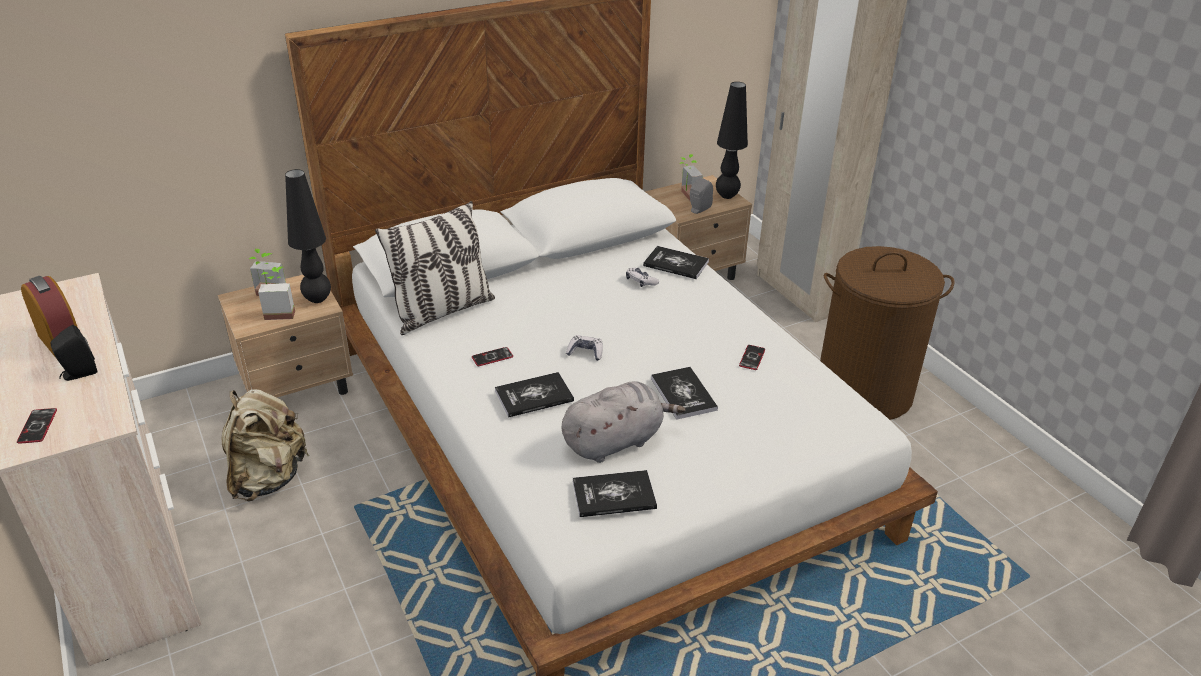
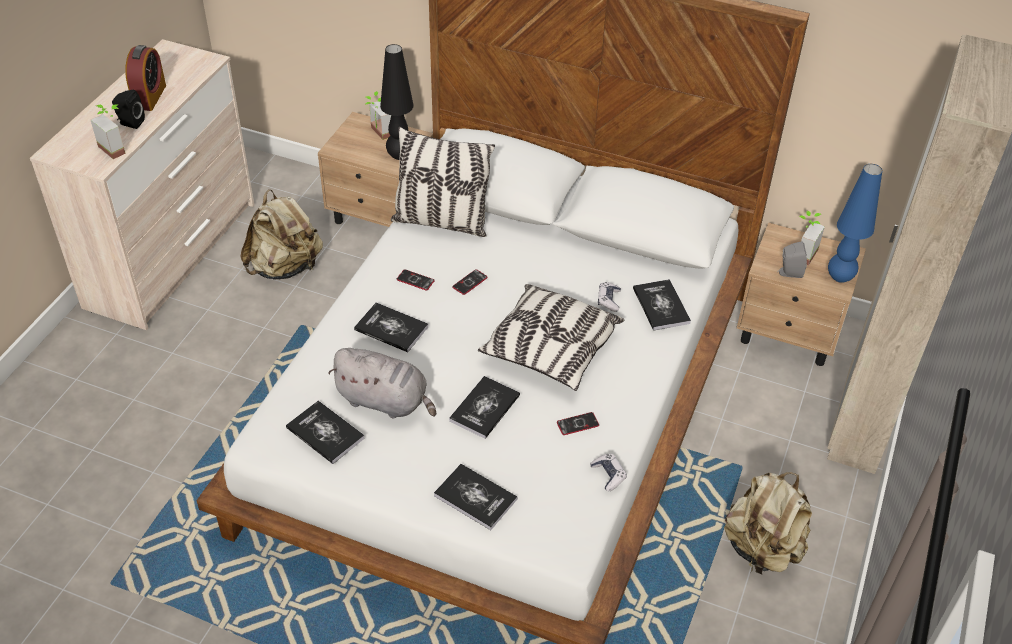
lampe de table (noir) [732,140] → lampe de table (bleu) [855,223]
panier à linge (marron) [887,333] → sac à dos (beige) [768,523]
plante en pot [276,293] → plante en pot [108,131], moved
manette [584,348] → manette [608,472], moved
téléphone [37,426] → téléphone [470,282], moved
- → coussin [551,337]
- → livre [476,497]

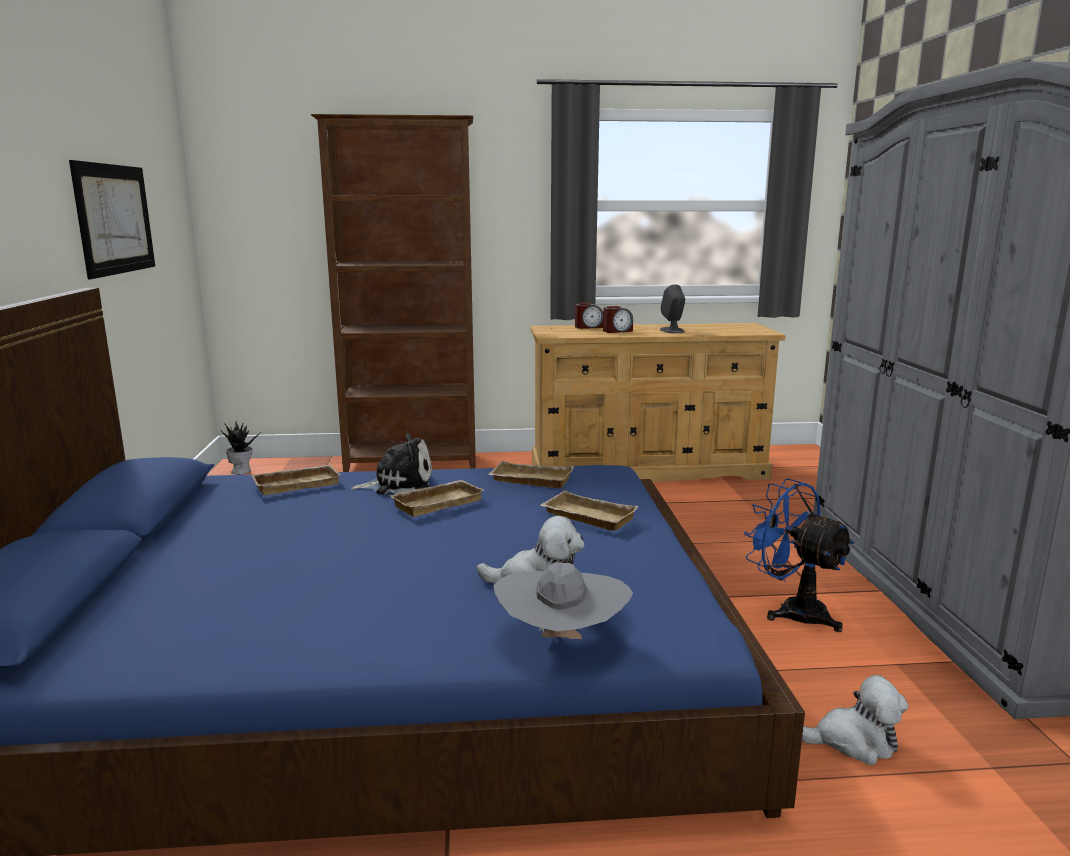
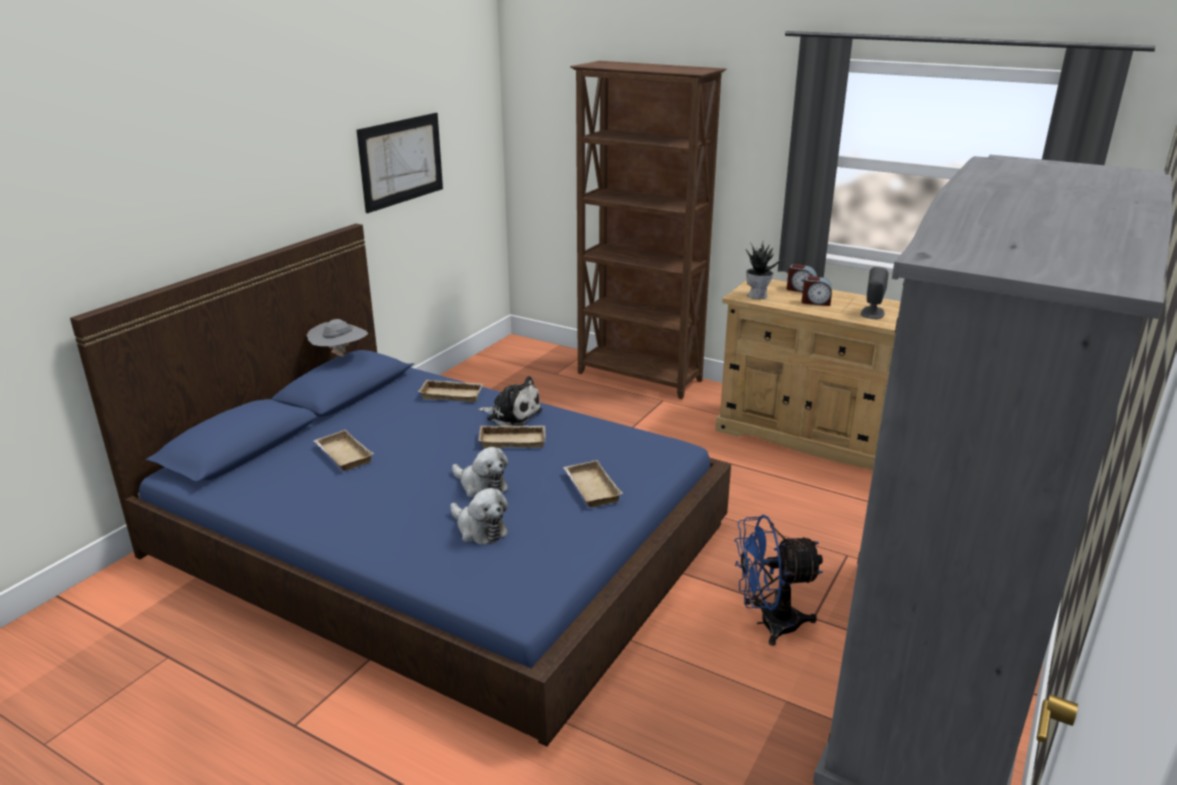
plante en pot [240,448] → plante en pot [765,270], moved
plateau (beige) [531,474] → plateau (beige) [343,450], moved
ventilateur (bleu) [799,555] → ventilateur (bleu) [778,580], 90 degrees counterclockwise
chapeau (gris) [563,600] → chapeau (gris) [337,338], moved
peluche [855,720] → peluche [480,472], moved

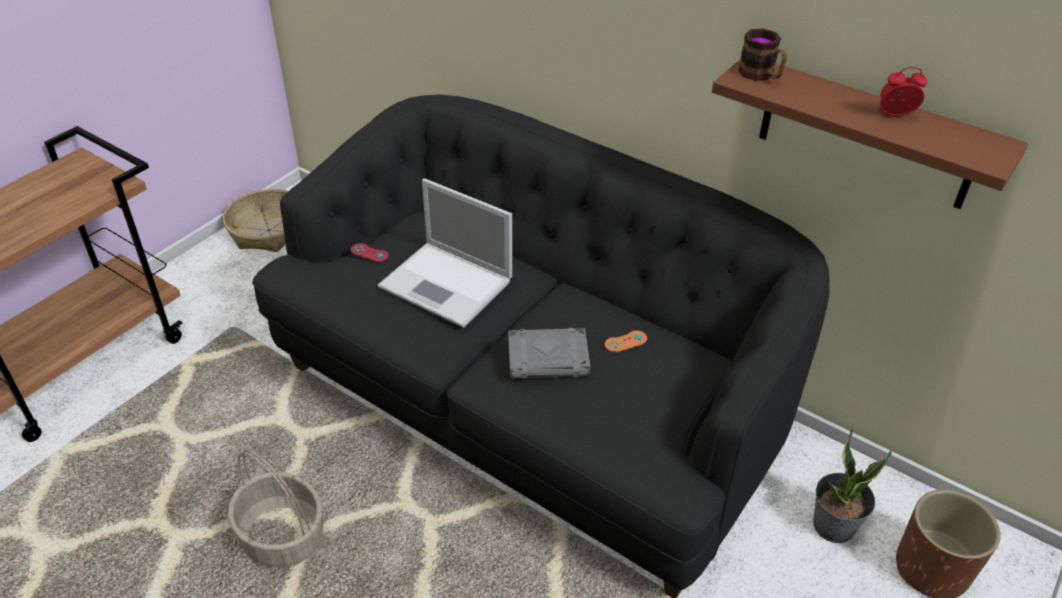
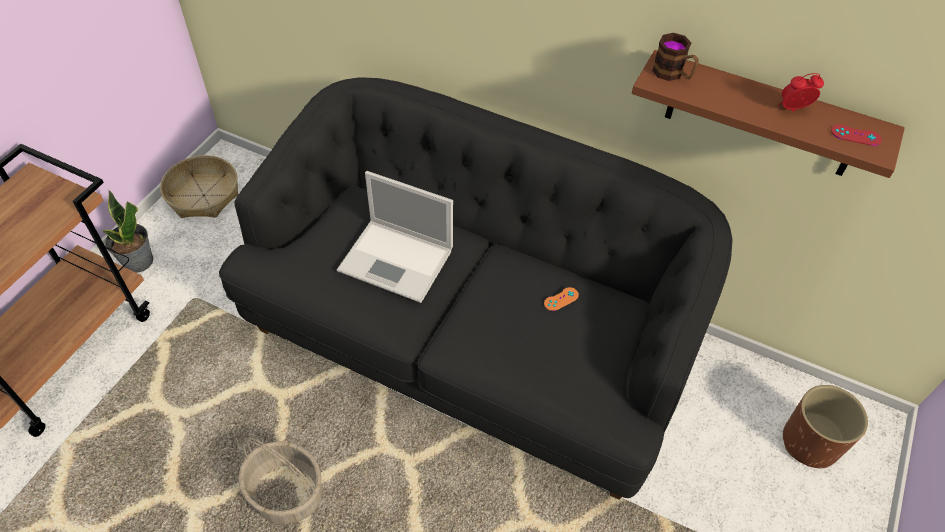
manette (rouge) [369,252] → manette (rouge) [856,135], moved
livre (gris) [549,353] → -
plante en pot [852,486] → plante en pot [127,231], moved

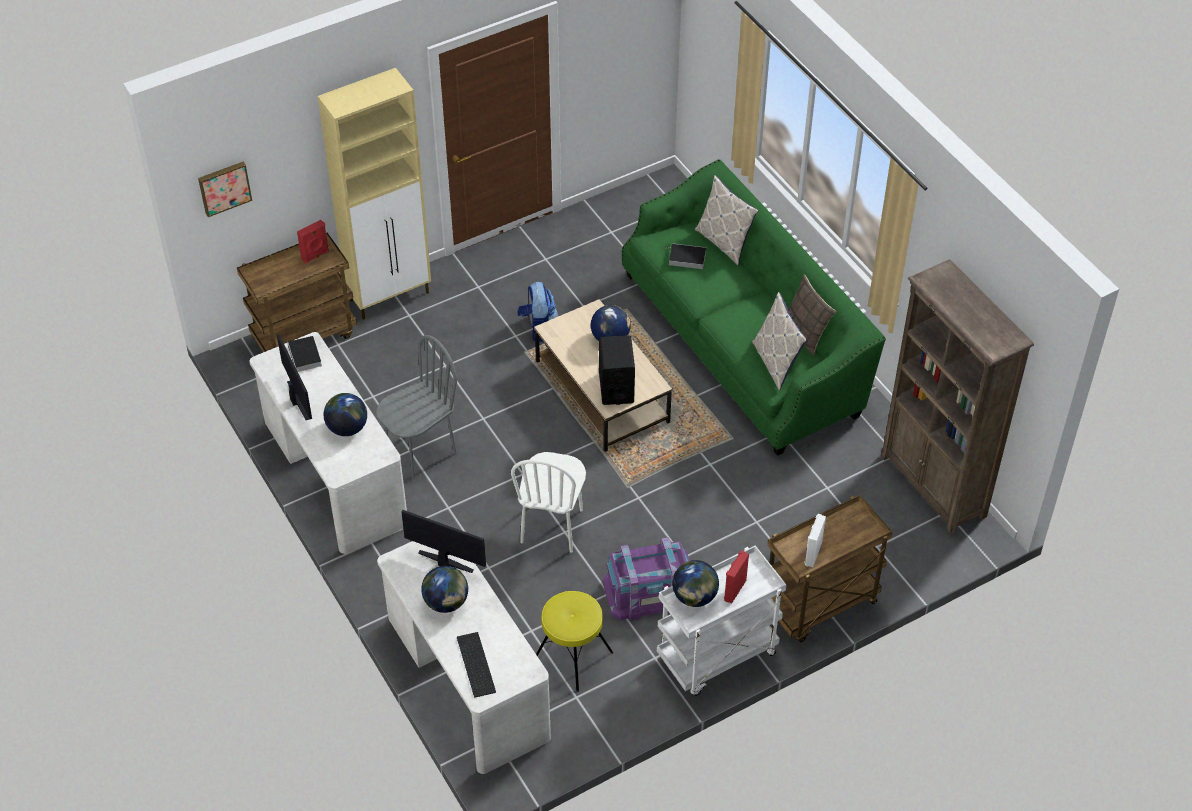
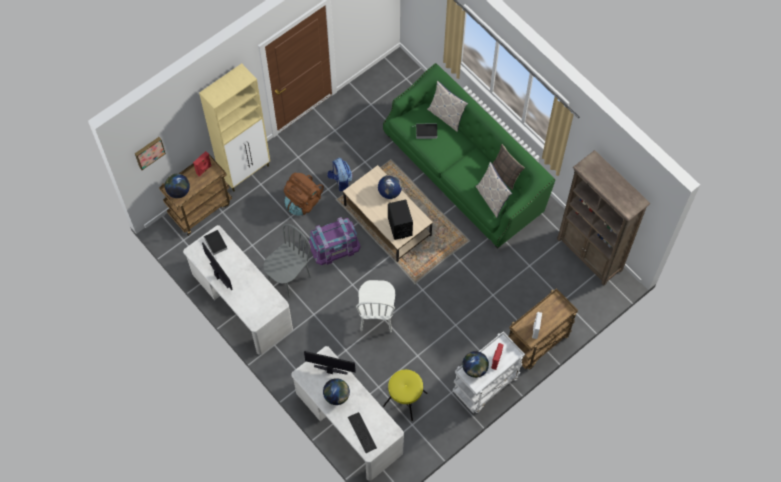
globe [345,414] → globe [177,186], moved
boîte de rangement (violet) [646,579] → boîte de rangement (violet) [335,241], moved
- → sac à dos (marron) [304,194]

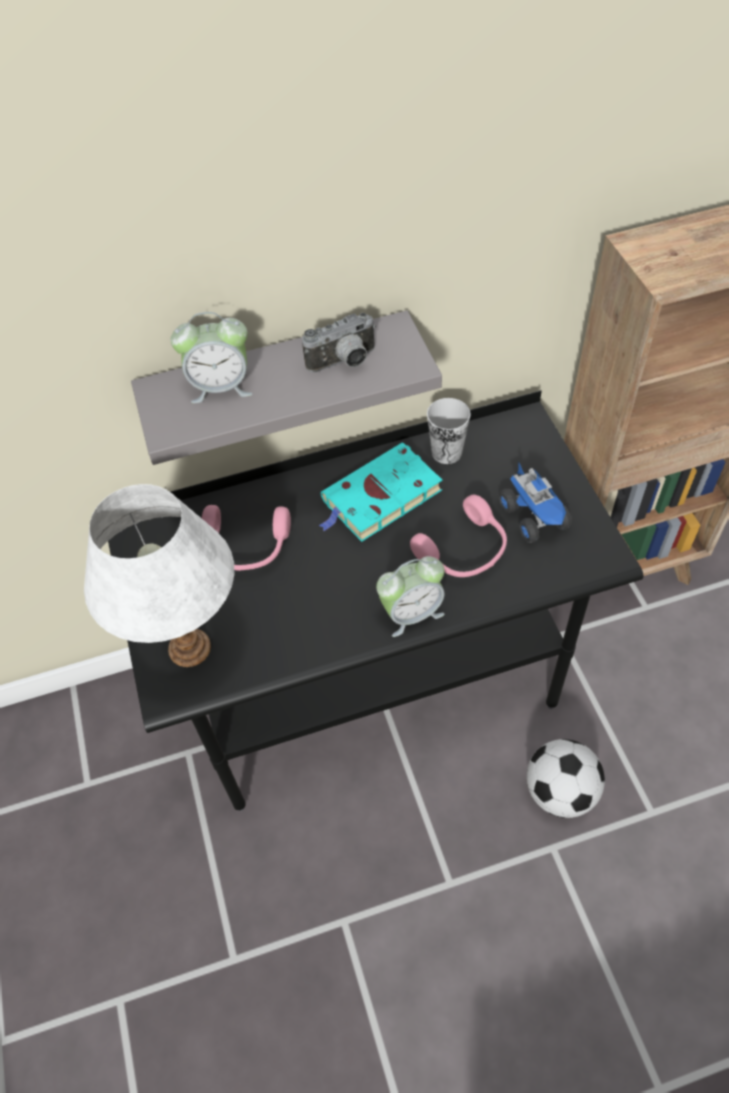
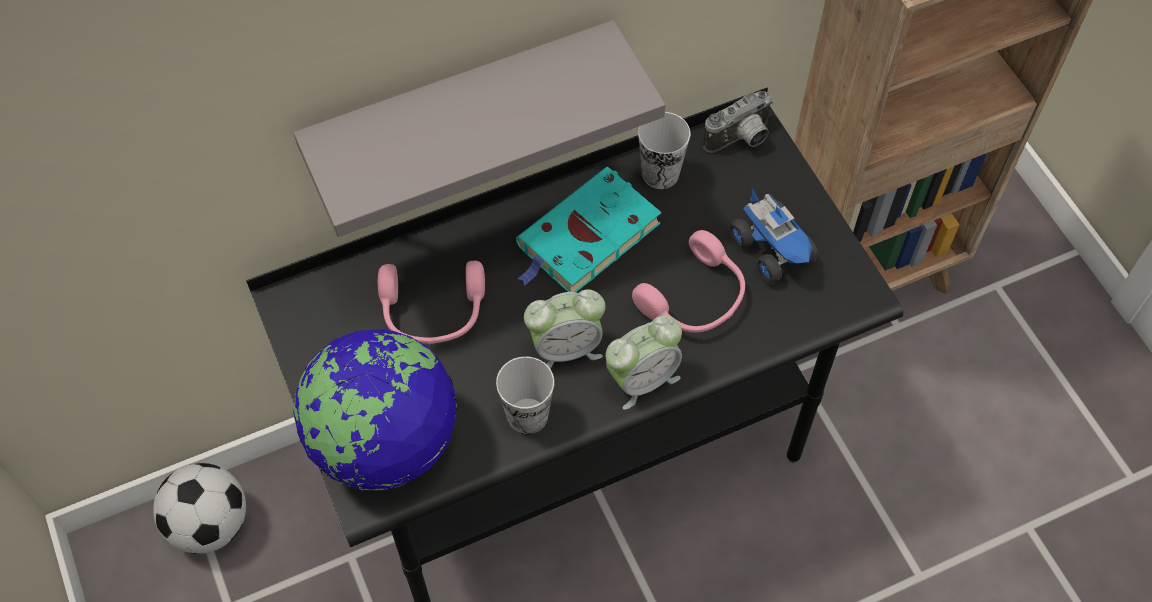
réveil [211,357] → réveil [565,329], moved
appareil photo [339,342] → appareil photo [738,122], moved
lampe de table (blanc) [159,575] → globe [375,410]
ballon de foot [566,778] → ballon de foot [199,508], moved
- → tasse [525,395]

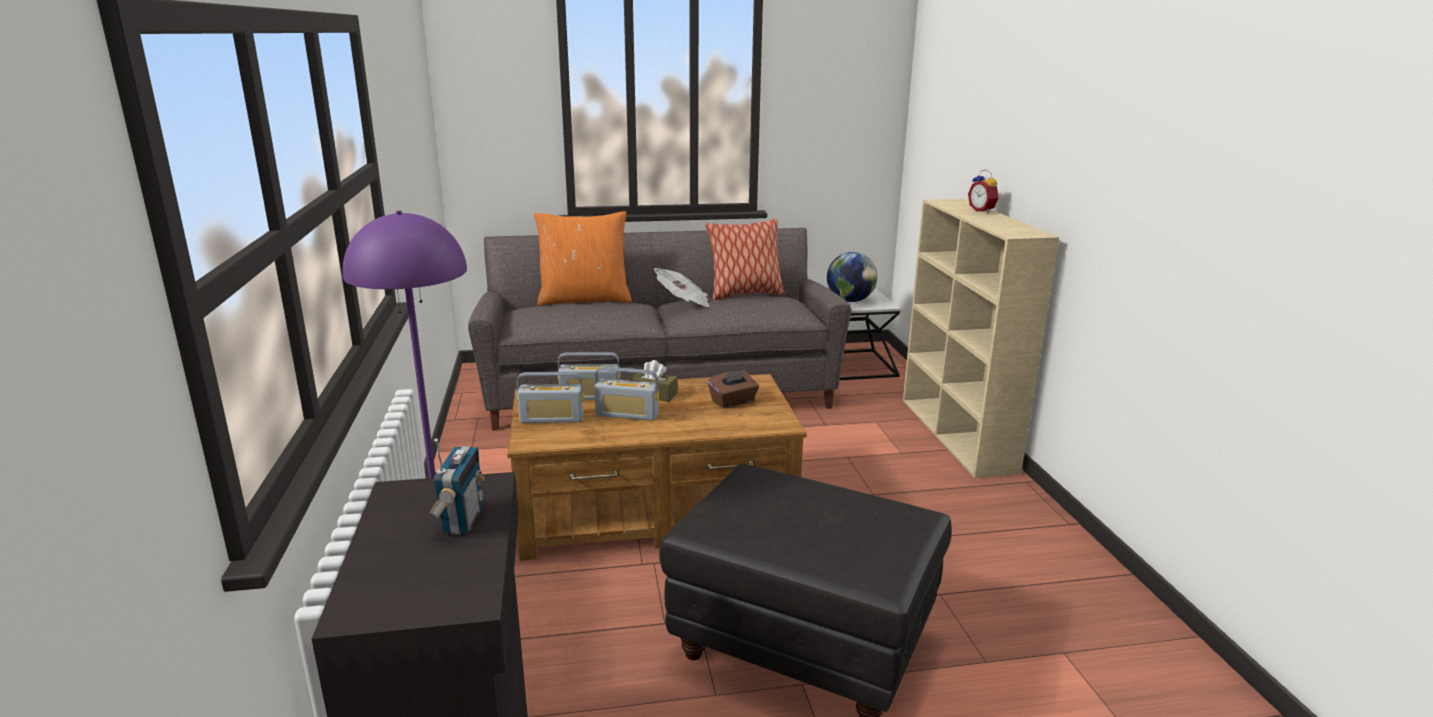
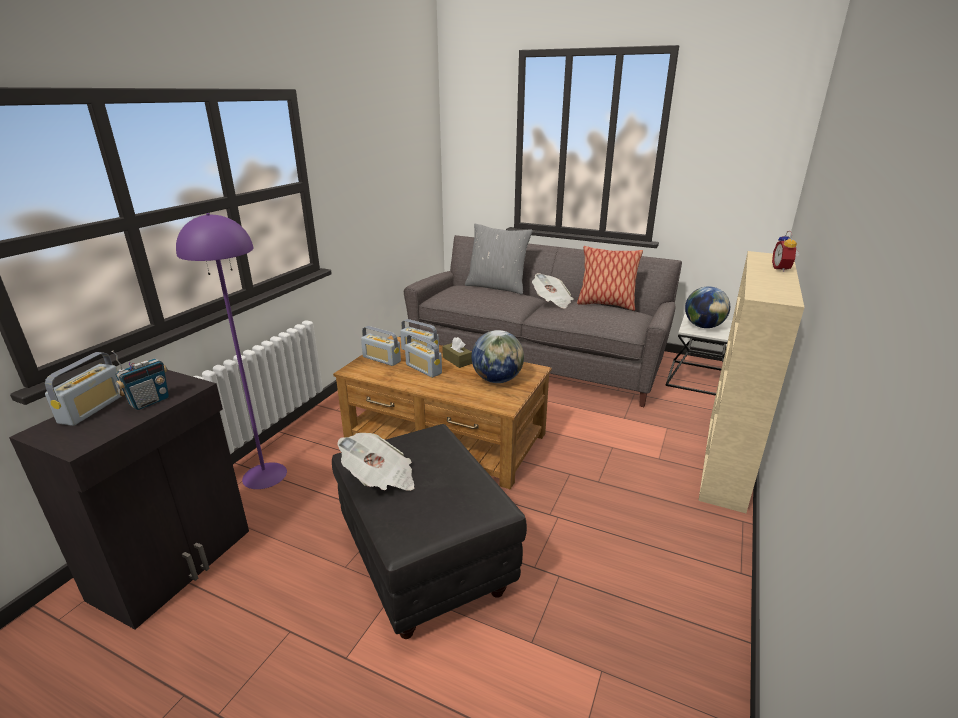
coussin (orange) [583,258] → coussin (gris) [499,259]
boîte à mouchoirs (marron) [733,389] → globe [498,356]
- → radio [83,389]
- → journal [375,462]

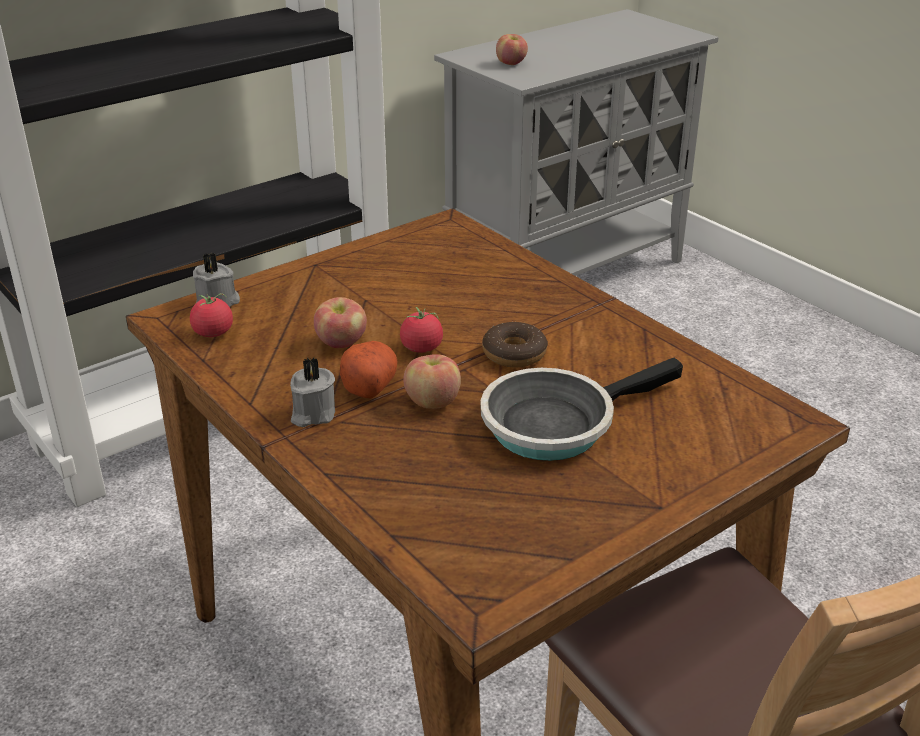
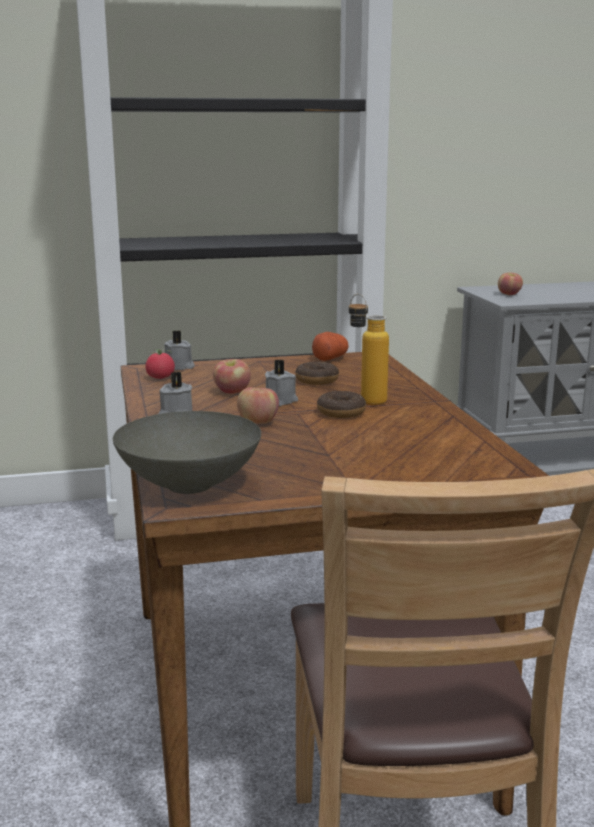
tomate [421,330] → bougie (gris) [281,382]
pomme de terre [369,370] → pomme de terre [330,346], moved
poêle [581,409] → -
- → bouteille [369,349]
- → beignet [317,373]
- → bol (gris) [187,452]

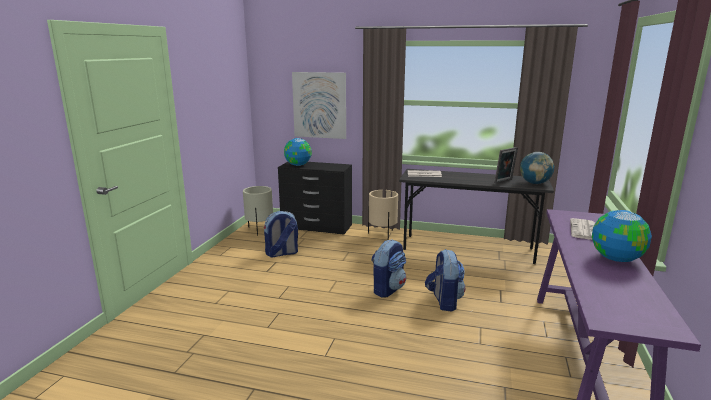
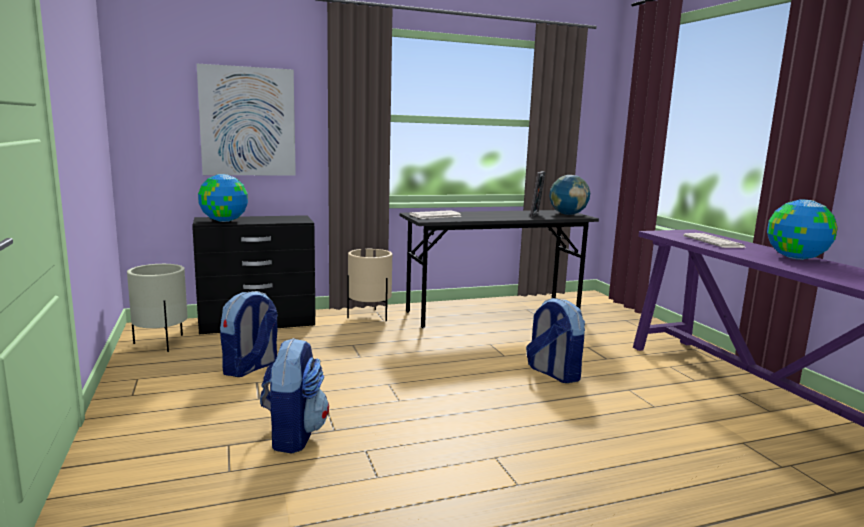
sac à dos [389,268] → sac à dos [294,396], moved

